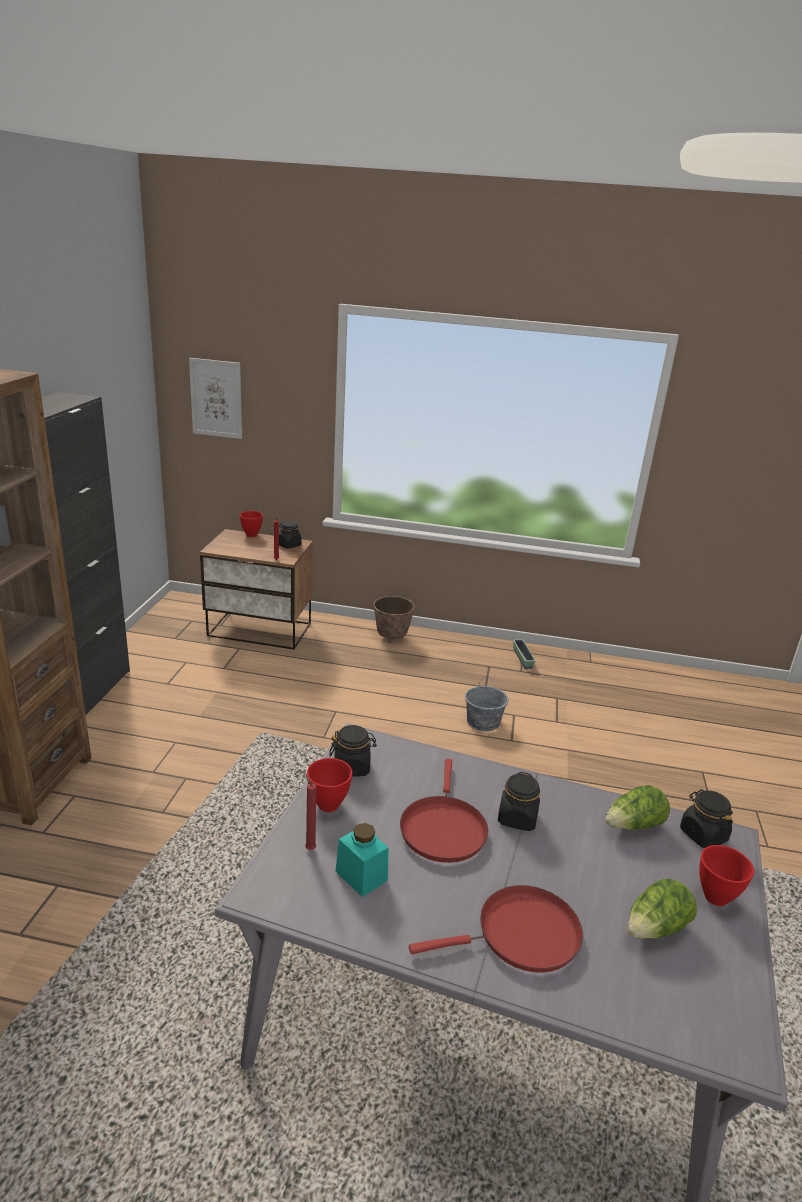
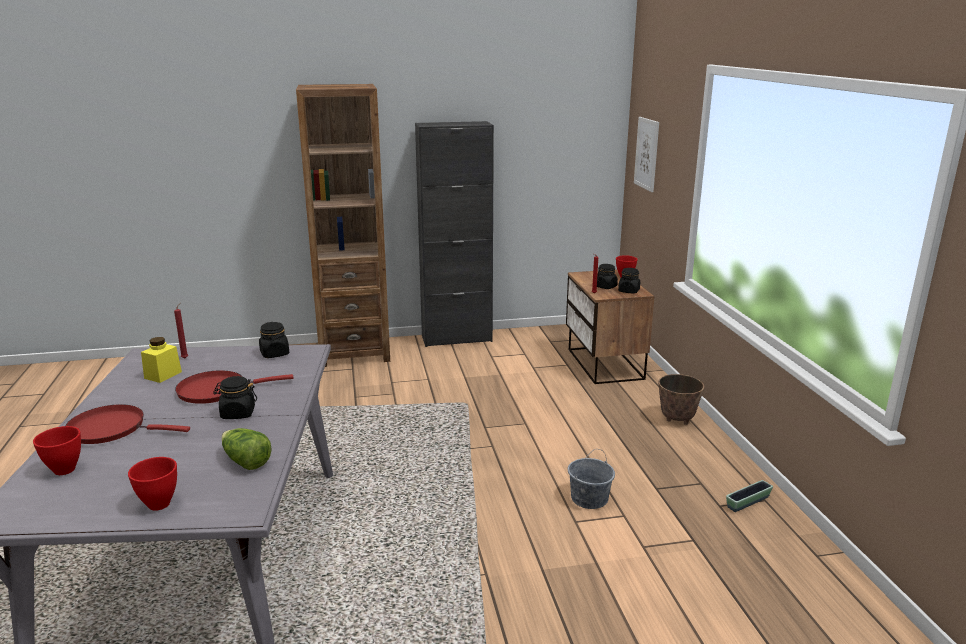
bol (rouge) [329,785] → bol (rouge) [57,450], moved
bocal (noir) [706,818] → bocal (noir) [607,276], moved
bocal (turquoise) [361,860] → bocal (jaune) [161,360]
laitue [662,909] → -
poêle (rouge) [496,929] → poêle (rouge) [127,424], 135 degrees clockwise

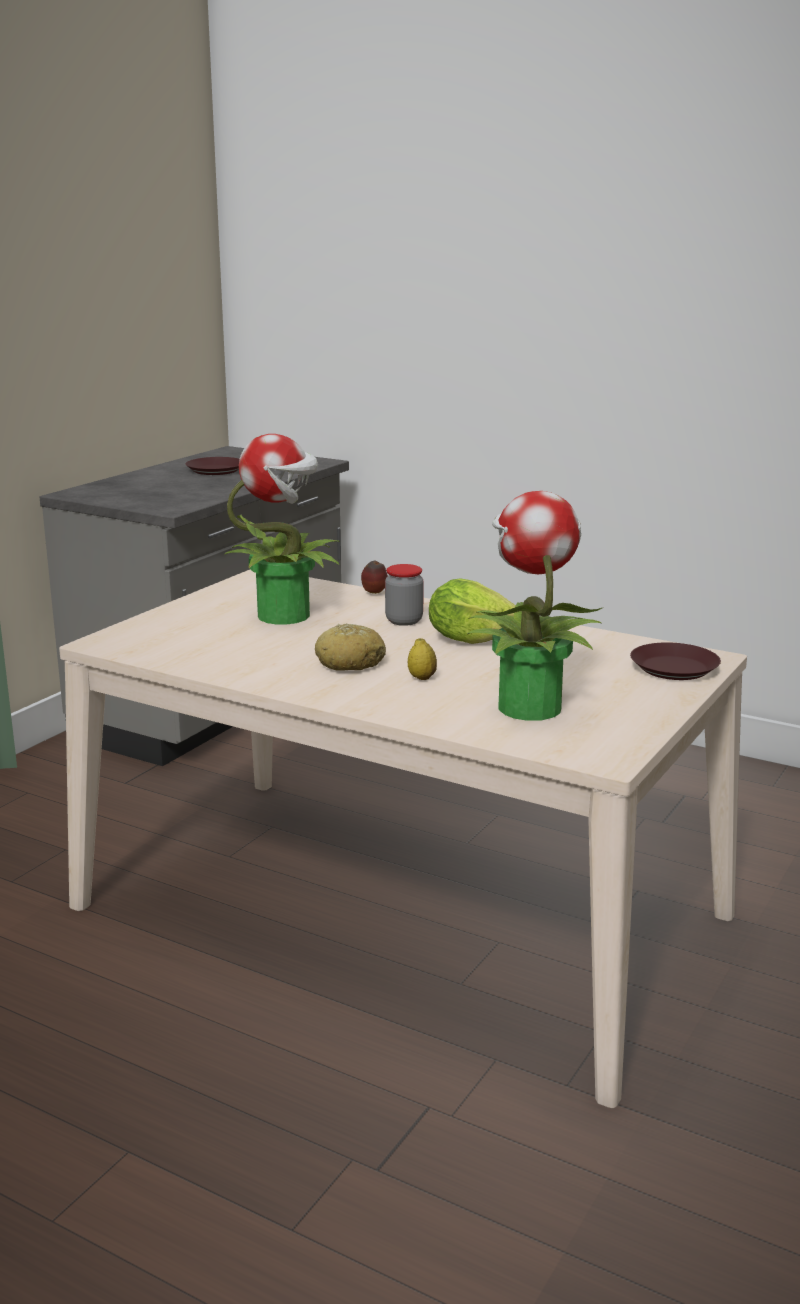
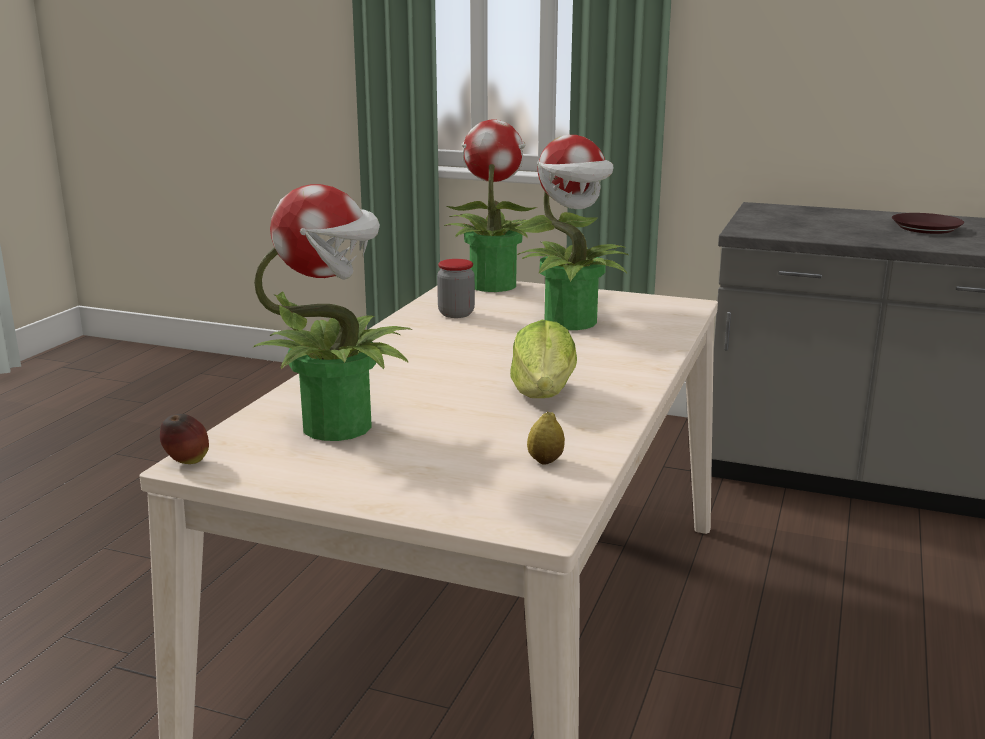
pomme [374,577] → pomme [184,439], moved
bocal [404,595] → bocal [456,288], moved
pain [350,647] → -
citron [422,659] → citron [546,438], moved
assiette (marron) [675,661] → -
- → plante en pot [490,205]

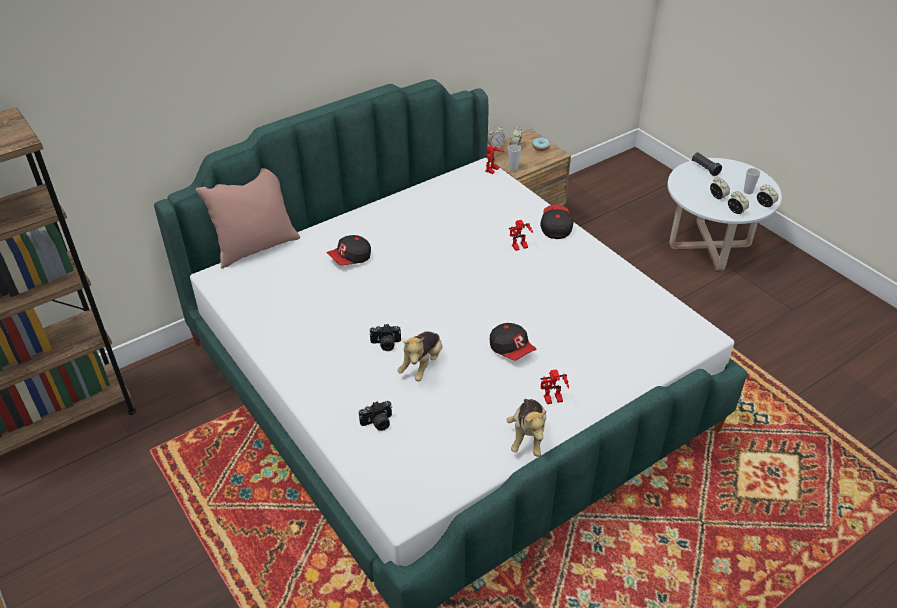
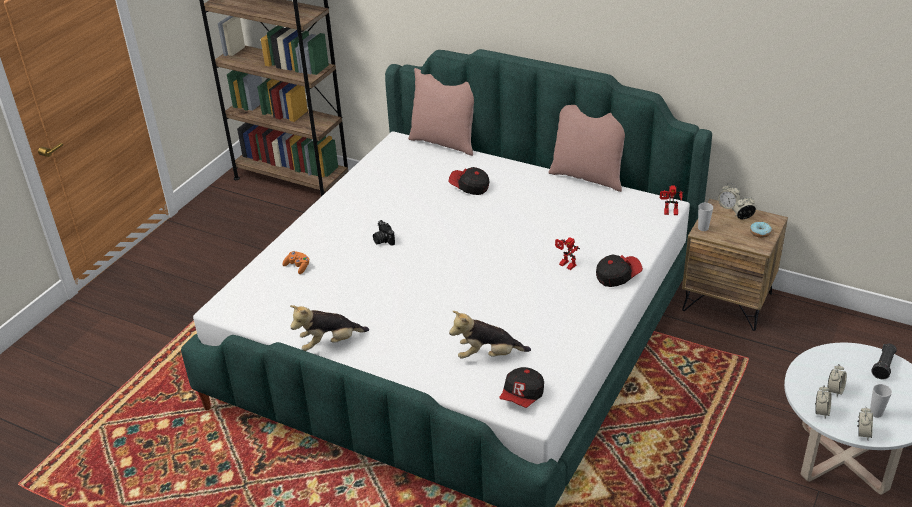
casquette [513,342] → casquette [522,387], moved
peluche [420,356] → peluche [490,335], moved
robot jouet [555,386] → -
appareil photo [375,416] → manette (orange) [295,262]
- → coussin (rose) [586,148]

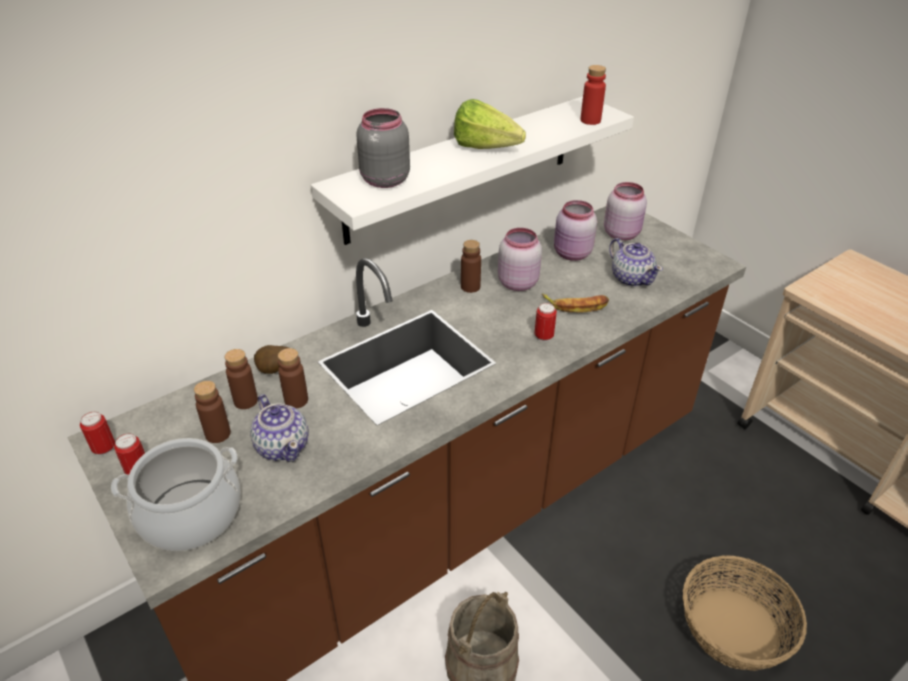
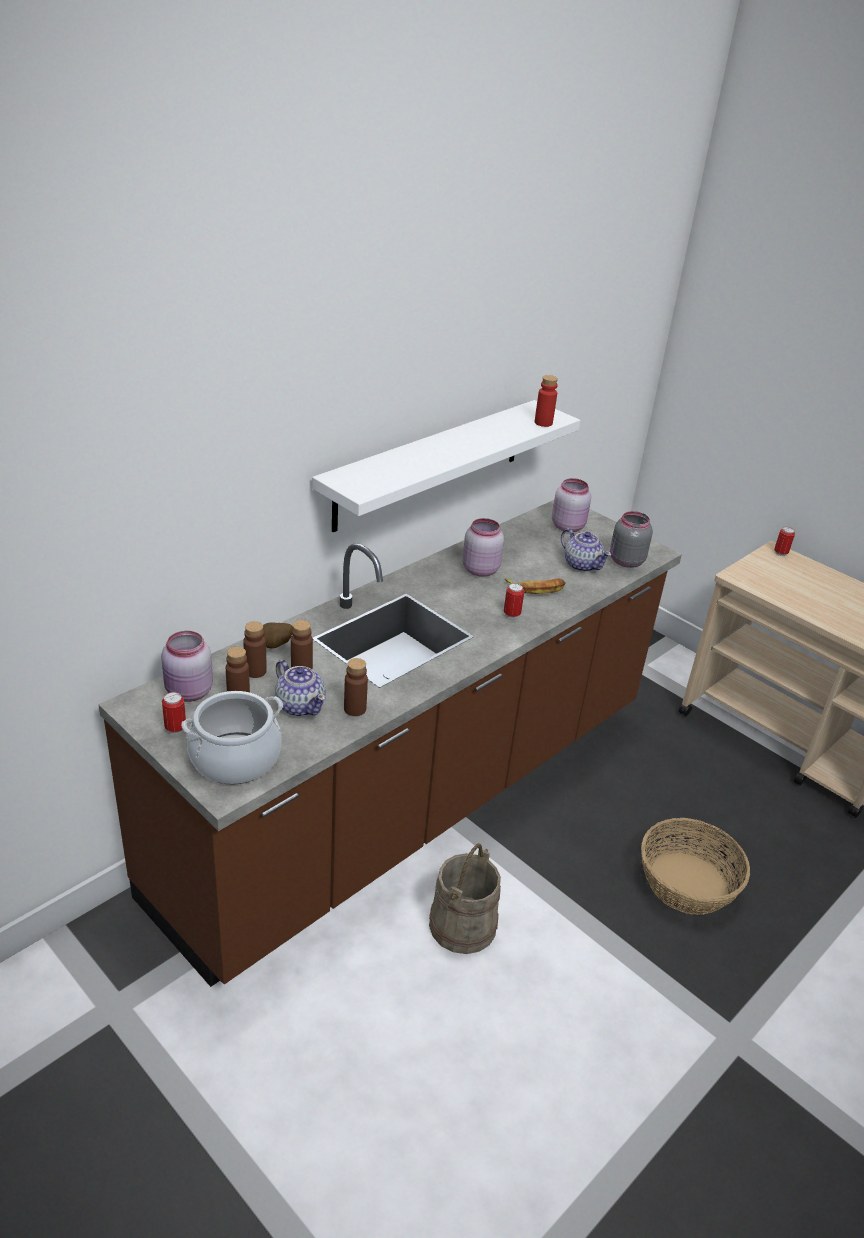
laitue [490,124] → -
bocal (gris) [383,148] → bocal (gris) [631,539], moved
bocal (rose) [575,230] → bocal (rose) [187,666], moved
bouteille (marron) [471,266] → bouteille (marron) [356,687], moved
boîte métallique [97,434] → boîte métallique [784,541], moved

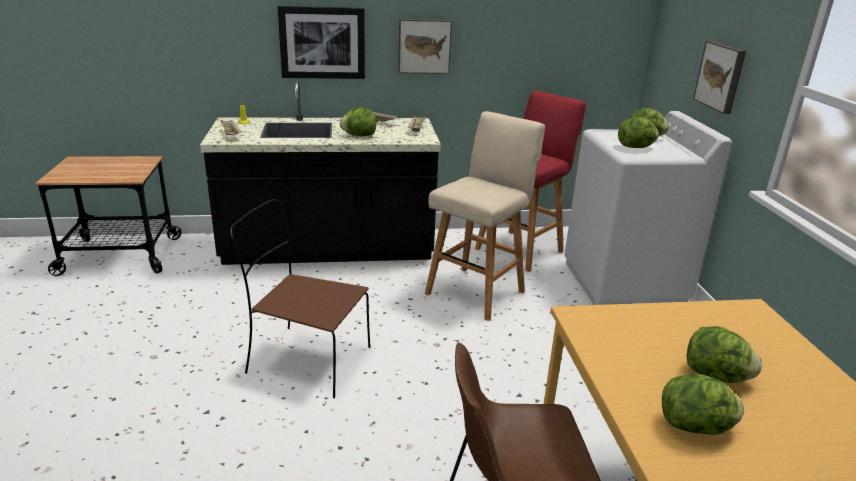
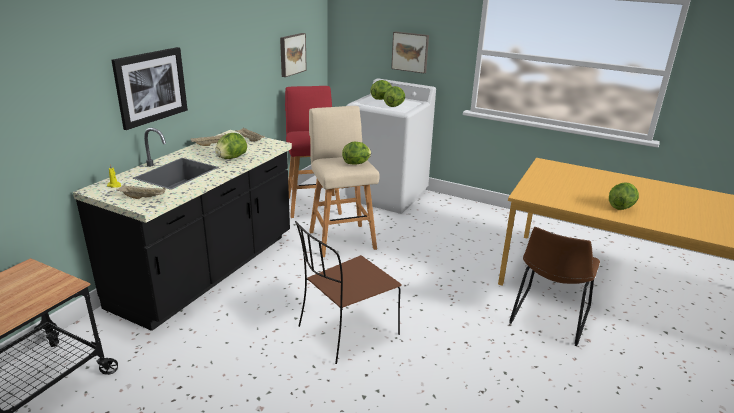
tableau [425,46] → tableau [293,55], moved
laitue [724,354] → laitue [356,153], moved

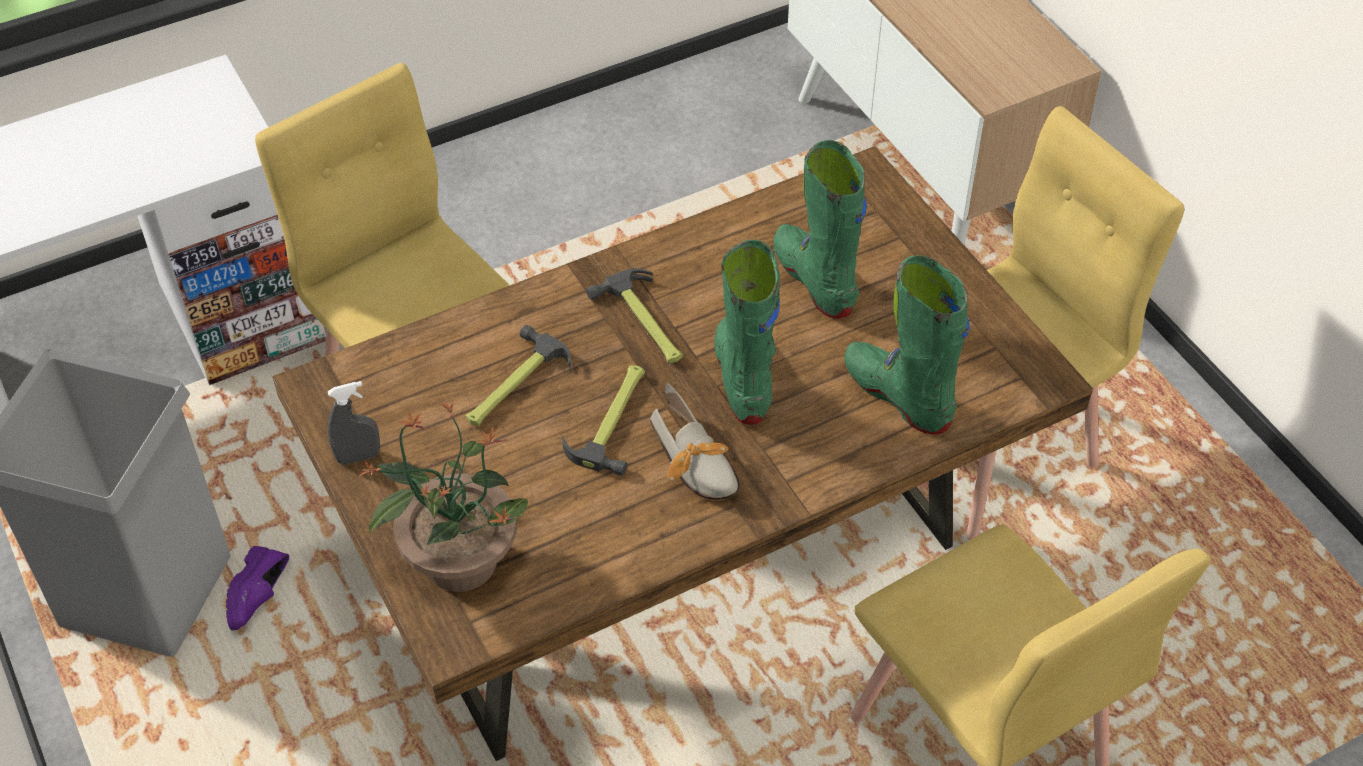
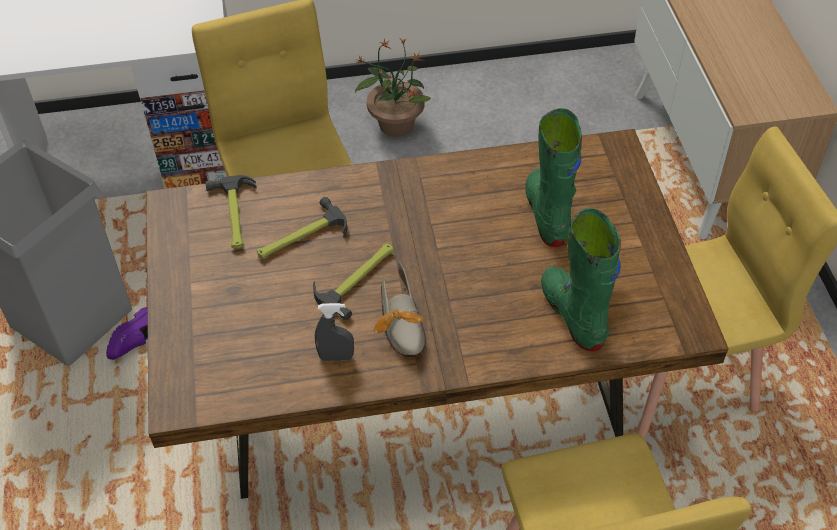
botte (vert) [747,332] → -
marteau [634,315] → marteau [231,212], moved
vaporisateur (gris) [354,423] → vaporisateur (gris) [334,332], moved
plante en pot [443,496] → plante en pot [393,87], moved

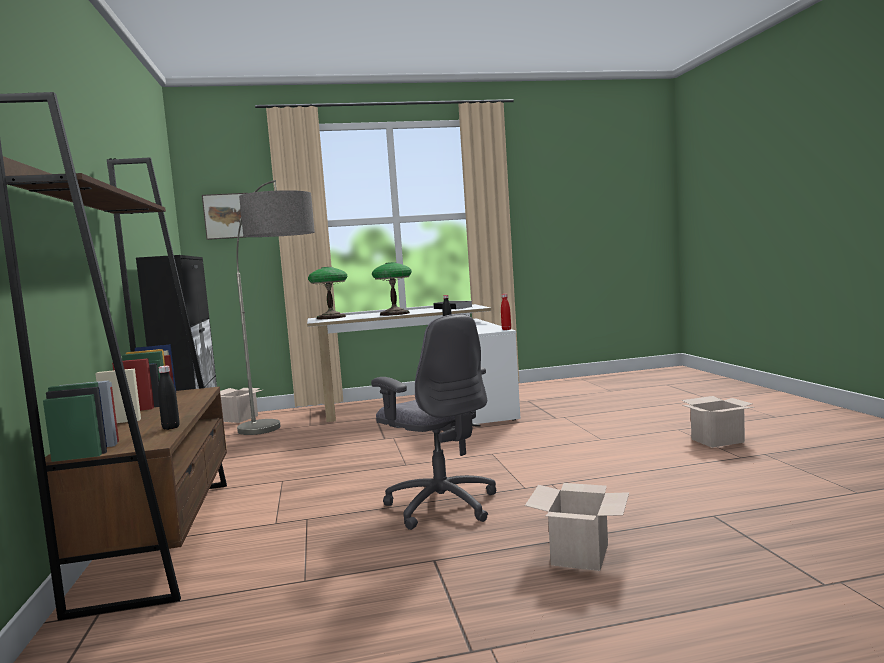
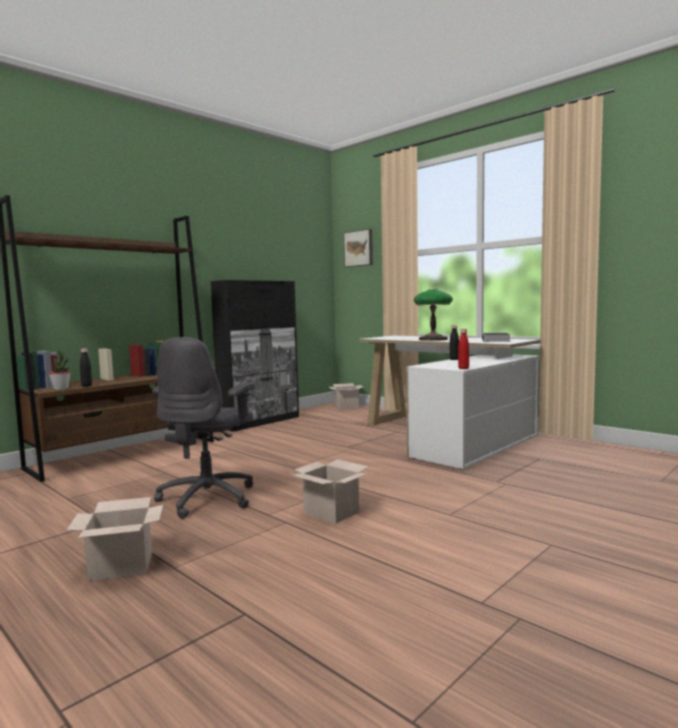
lampadaire [275,307] → -
lampe de table [328,293] → -
carton [717,422] → carton [330,491], moved
- → plante en pot [60,370]

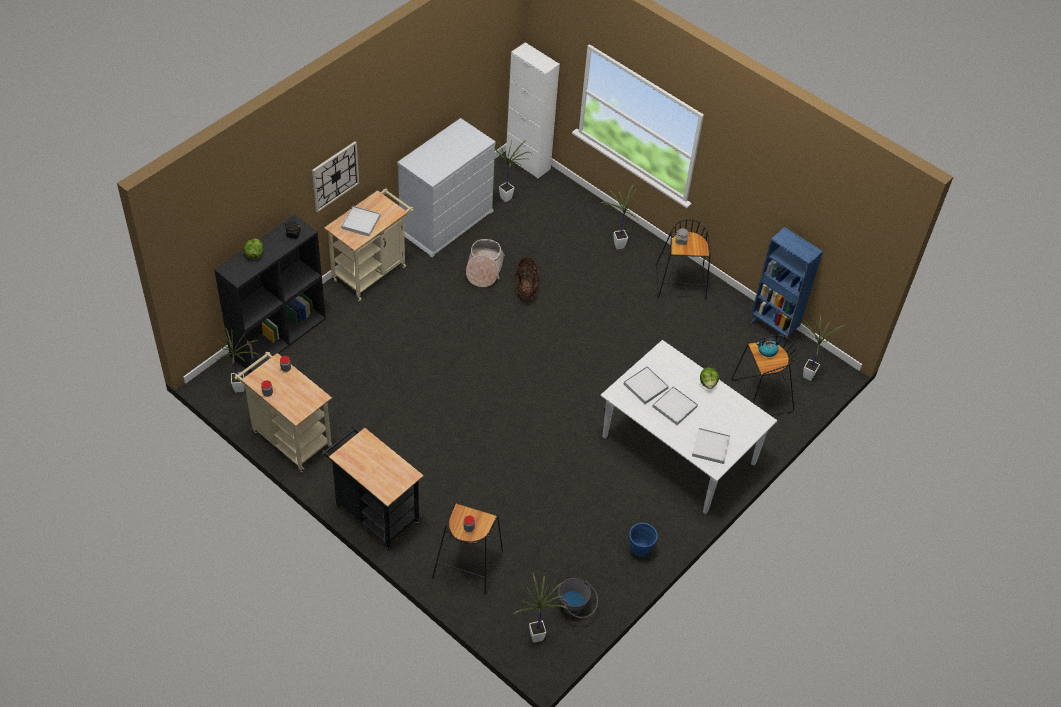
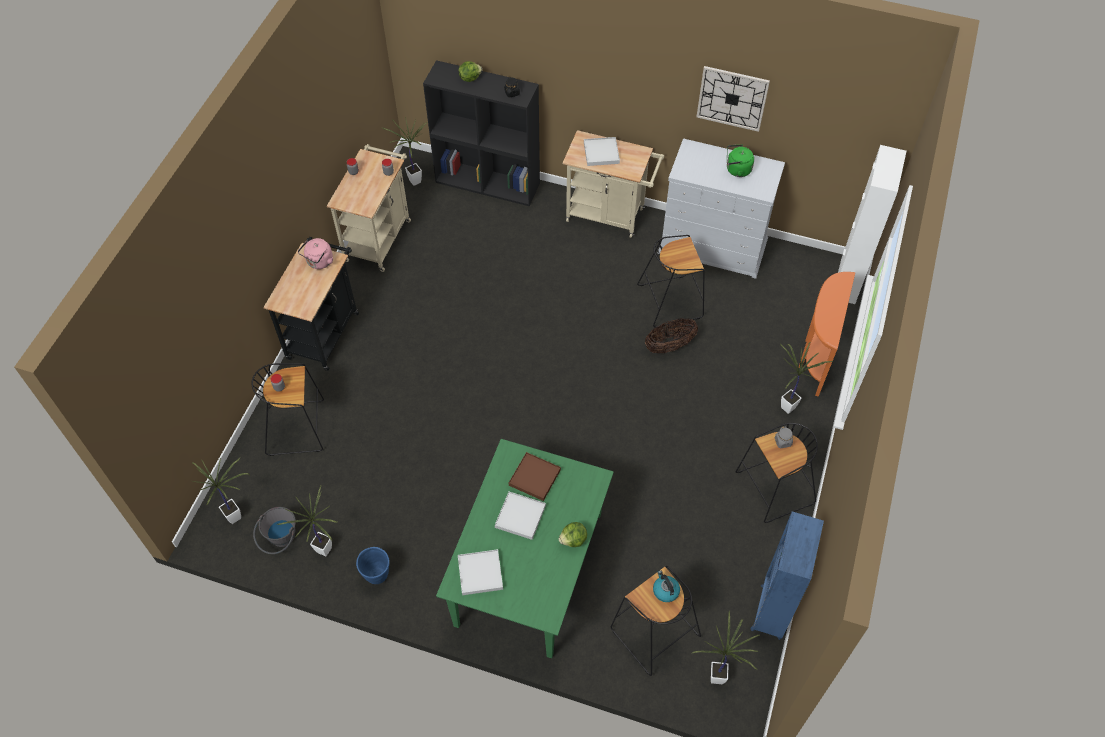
plante en pot [513,171] → plante en pot [307,521], moved
horloge murale [335,176] → horloge murale [733,99], moved
panier [485,263] → tabouret (noir) [671,281]
table à manger (blanc) [689,427] → table à manger (vert) [525,548]
plateau (blanc) [646,385] → plateau (marron) [535,476]
- → bouilloire (vert) [740,160]
- → bouilloire (rose) [315,253]
- → table console (orange) [827,334]

